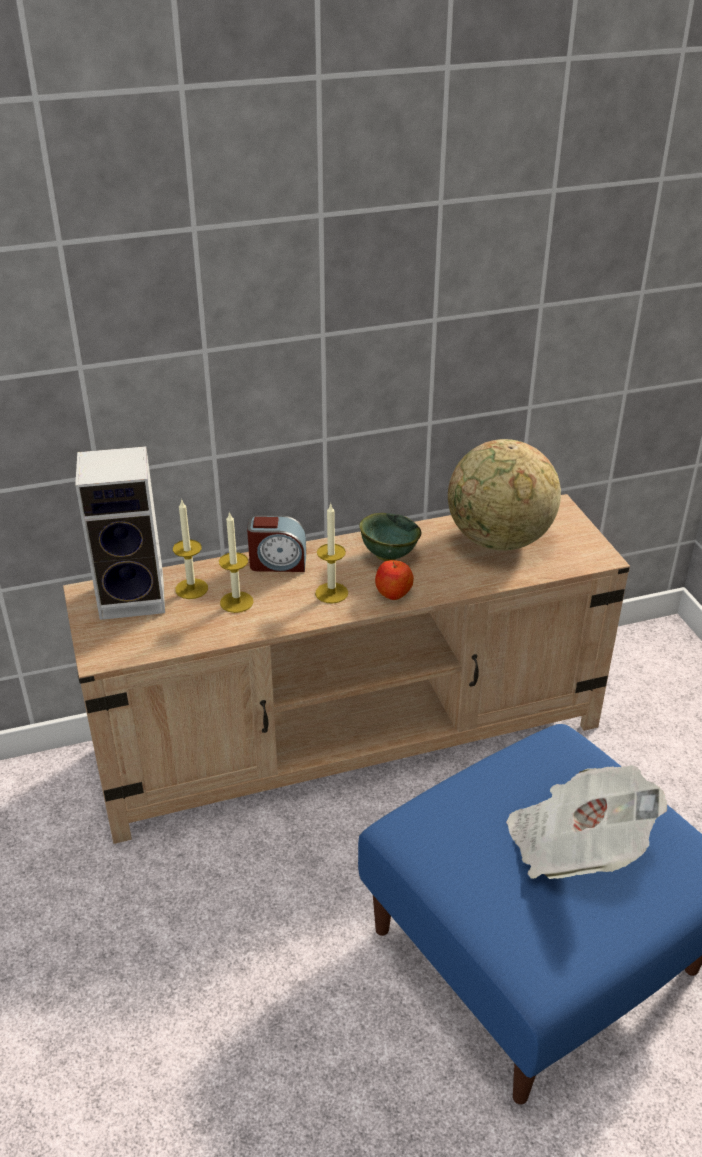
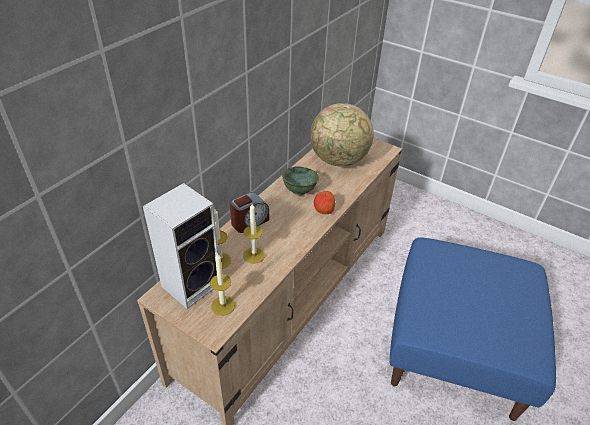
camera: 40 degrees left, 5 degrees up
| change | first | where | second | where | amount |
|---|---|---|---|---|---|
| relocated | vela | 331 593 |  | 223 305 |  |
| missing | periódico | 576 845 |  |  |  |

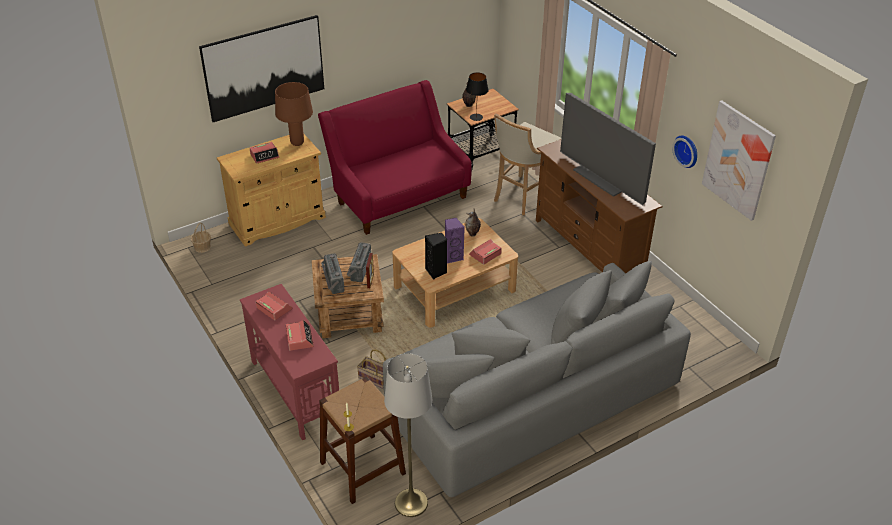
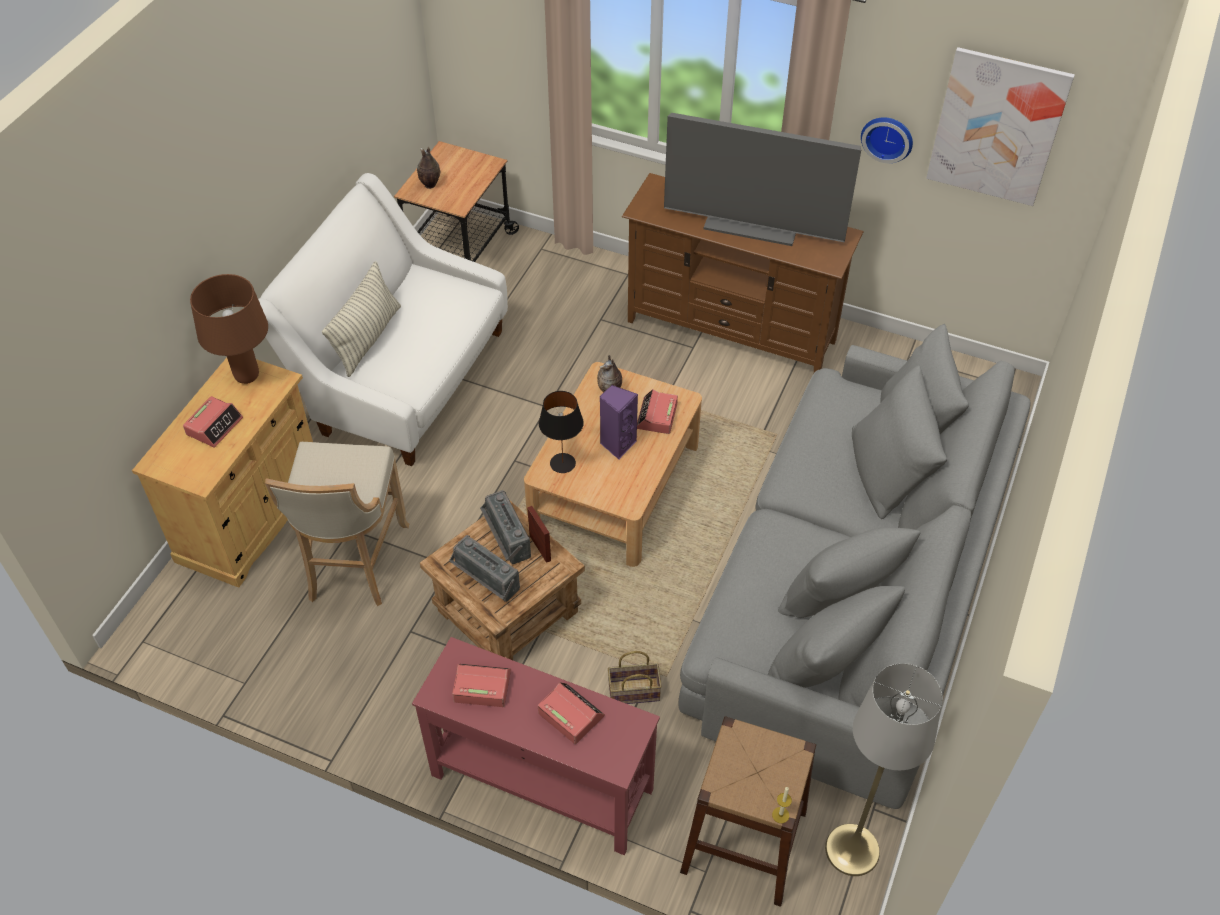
camera: 35 degrees left, 10 degrees up
| change | first | where | second | where | amount |
|---|---|---|---|---|---|
| colour | sofá/rojo | 398 196 | sofá/blanco | 402 378 |  |
| relocated | taburete/beis | 522 197 |  | 354 565 |  |
| appeared |  |  | cojín | 367 338 |  |
| relocated | lámpara de mesa/negro | 476 117 |  | 562 463 |  |
| missing | cesta | 202 247 |  |  |  |
| missing | cuadro | 264 68 |  |  |  |
| missing | altavoz/negro | 436 272 |  |  |  |

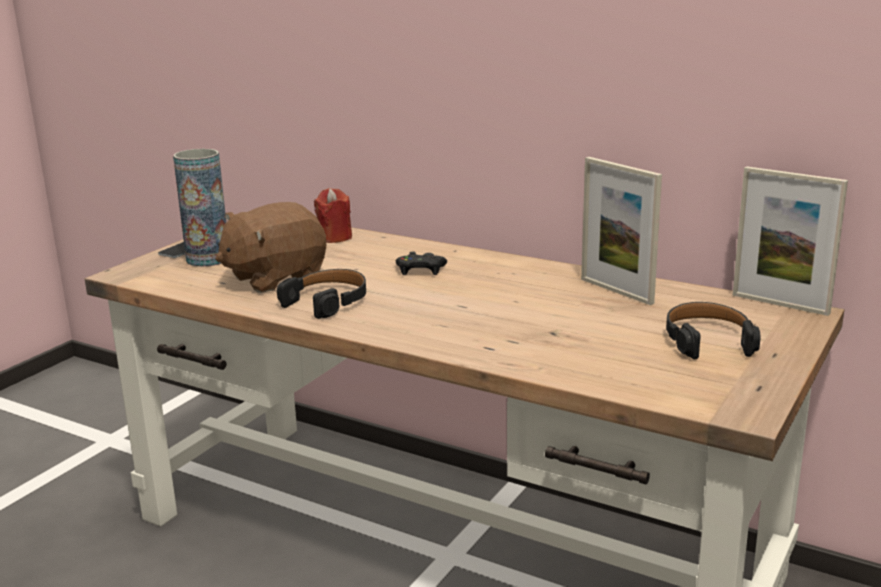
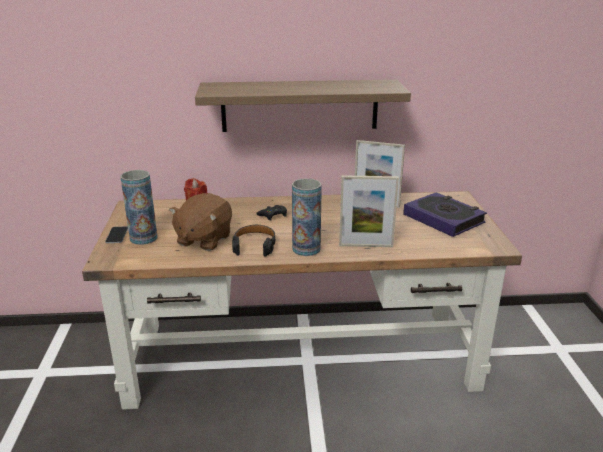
camera: 35 degrees left, 5 degrees up
| change | first | where | second | where | amount |
|---|---|---|---|---|---|
| appeared |  |  | estante | 299 105 |  |
| appeared |  |  | florero | 306 249 |  |
| relocated | portarretratos | 780 304 |  | 366 245 |  |
| exchanged | auriculares/negro | 708 340 | libro | 443 219 |  |

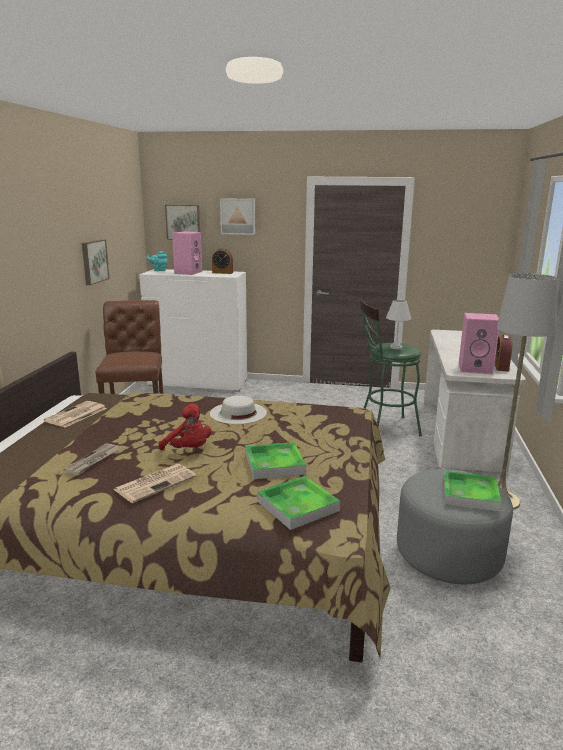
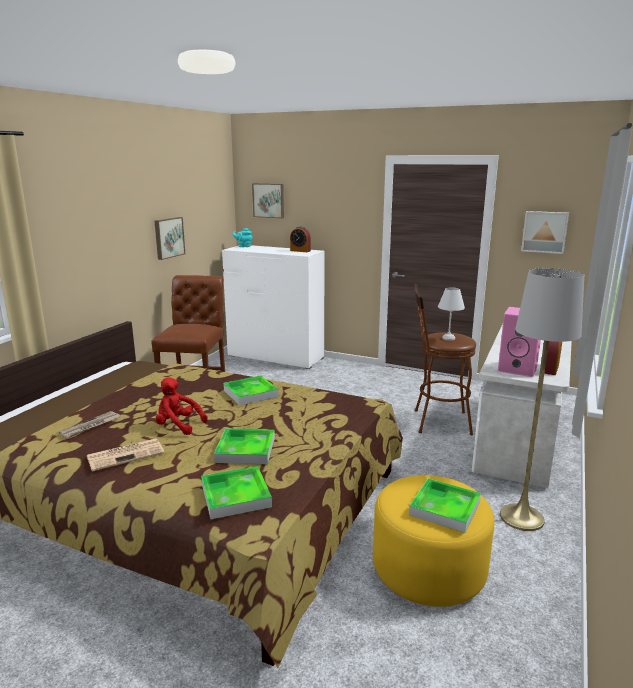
camera: 15 degrees right, 0 degrees up
| change | first | where | second | where | amount |
|---|---|---|---|---|---|
| spun | peluche/rojo | 188 450 |  | 178 426 | 150 degrees clockwise |
| exchanged | sombrero/blanco | 238 413 | bandeja | 250 393 |  |
| colour | puf/gris | 448 554 | puf/amarillo | 428 569 |  |
| colour | taburete/verde | 384 428 | taburete/marrón | 436 422 |  |
| relocated | cuadro | 238 216 |  | 544 232 |  |
| missing | periódico | 76 415 |  |  |  |
| missing | altavoz/rosa | 188 272 |  |  |  |

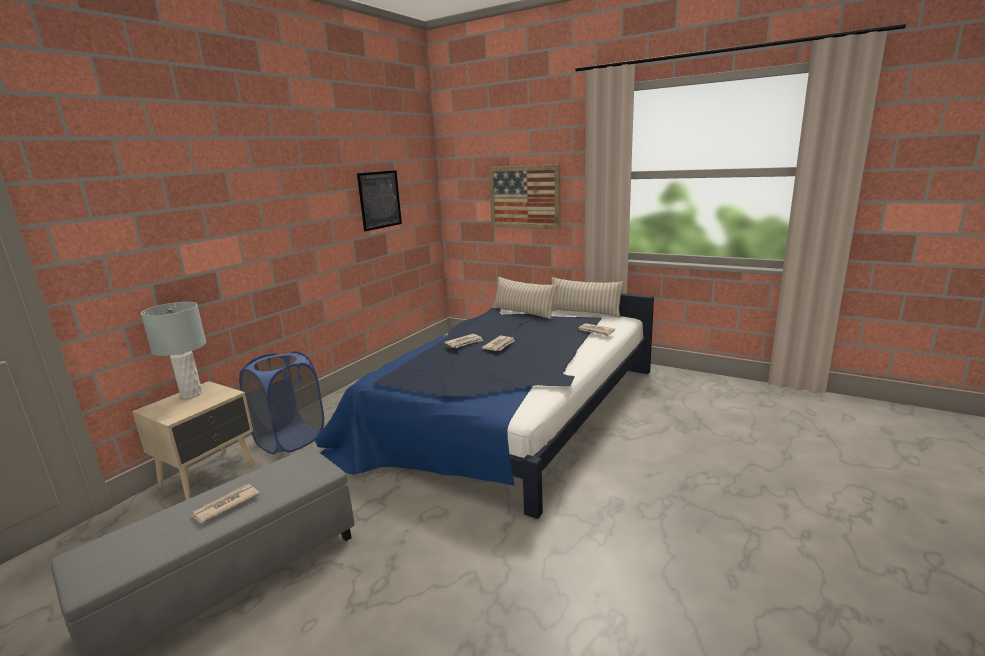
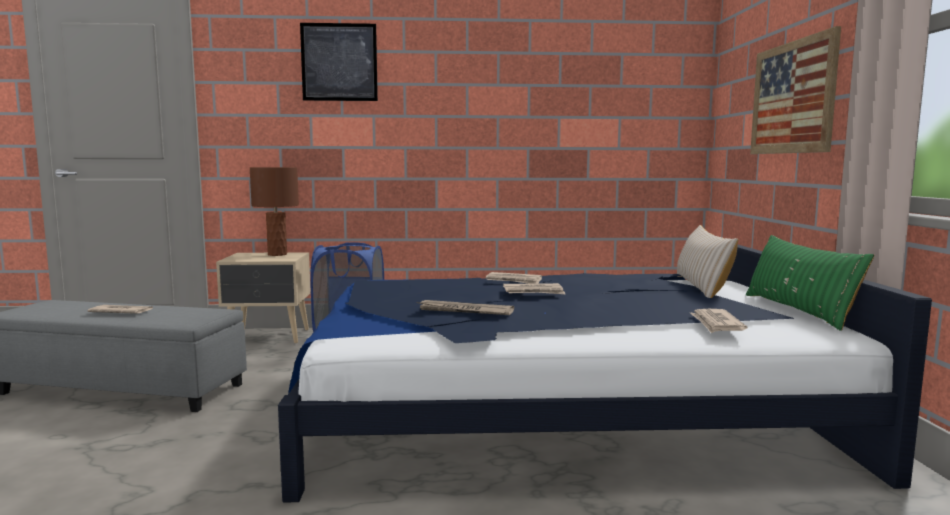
camera: 55 degrees right, 10 degrees down
| change | first | where | second | where | amount |
|---|---|---|---|---|---|
| colour | lámpara de mesa/gris | 192 394 | lámpara de mesa/marrón | 277 254 |  |
| relocated | cuadro | 380 200 |  | 339 62 |  |
| appeared |  |  | periódico | 464 311 |  |
| colour | cojín/beis | 584 313 | cojín/verde | 798 310 |  |

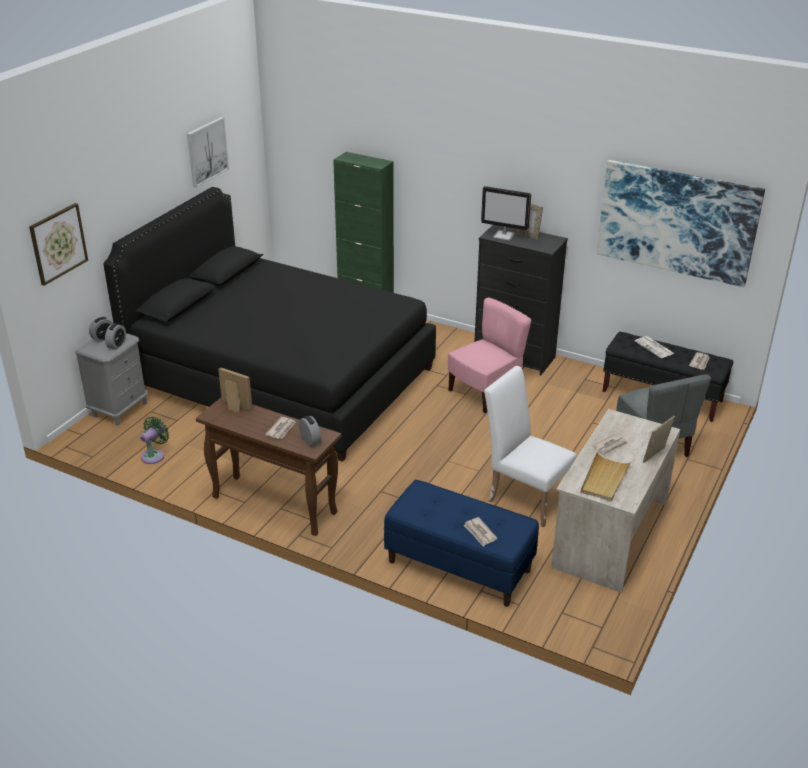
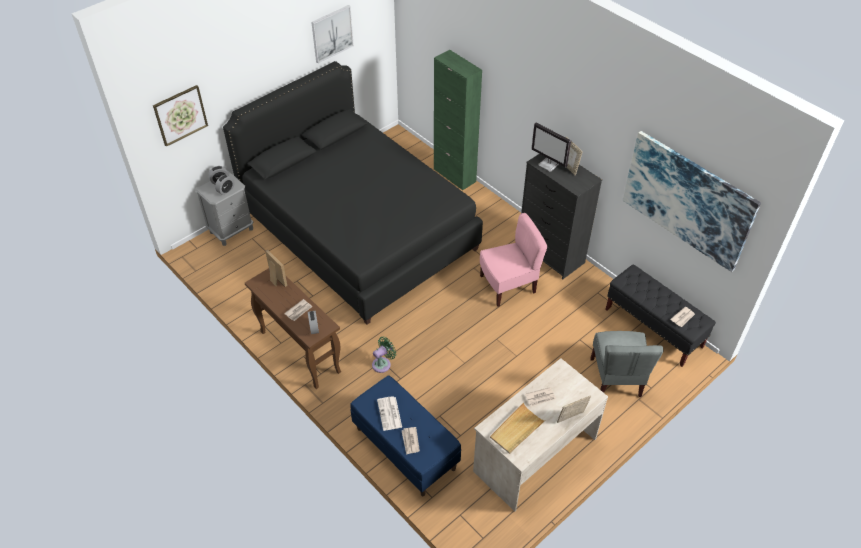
camera: 20 degrees right, 15 degrees up
| change | first | where | second | where | amount |
|---|---|---|---|---|---|
| relocated | ventilador/verde | 154 455 |  | 383 364 |  |
| relocated | periódico | 655 348 |  | 390 414 |  |
| missing | silla/blanco | 524 497 |  |  |  |

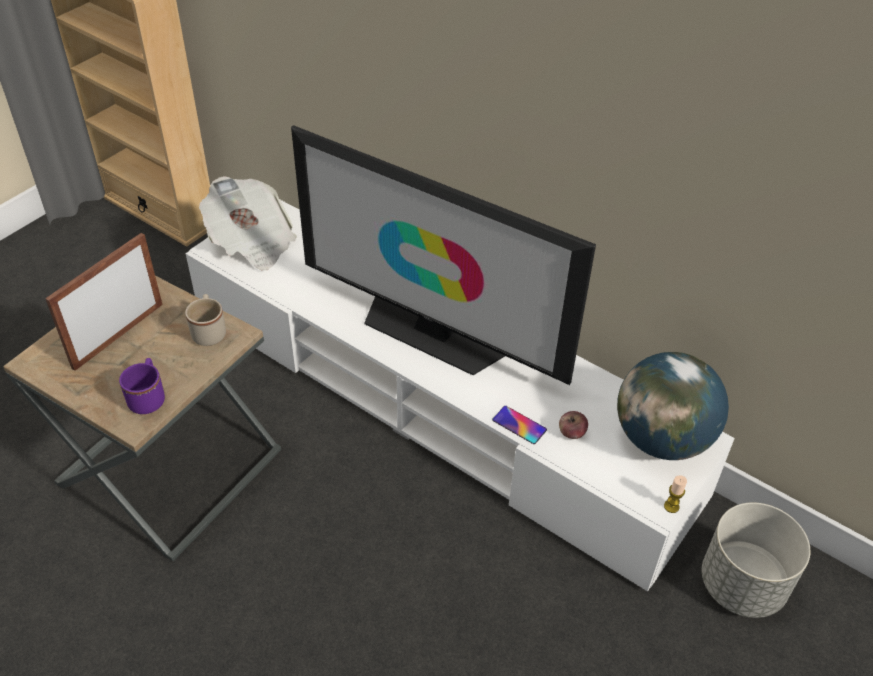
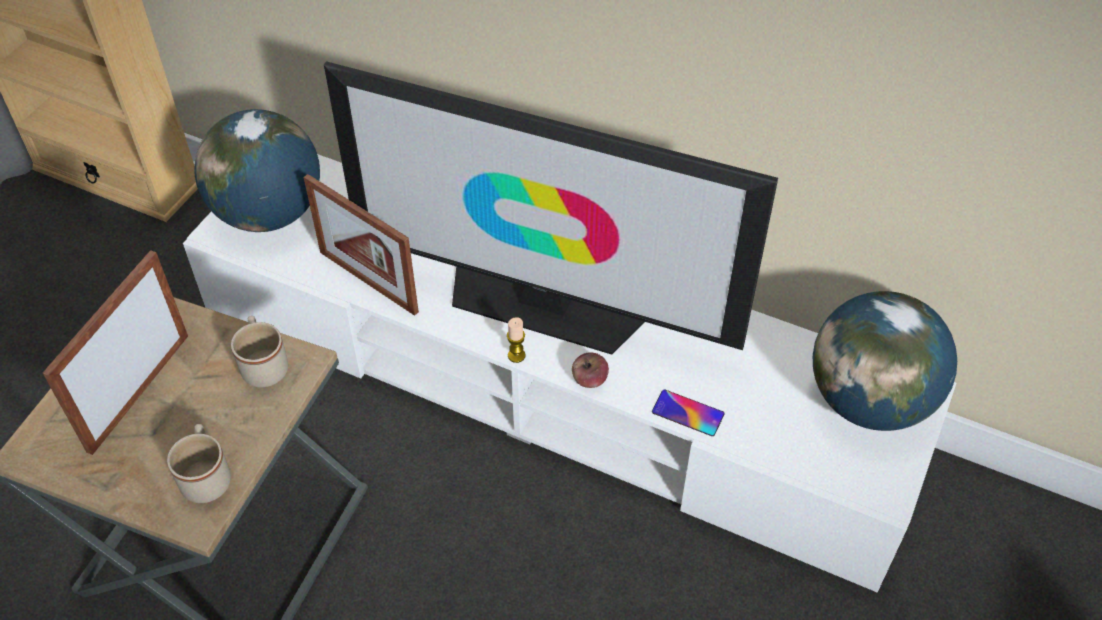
camera: 10 degrees left, 5 degrees up
| change | first | where | second | where | amount |
|---|---|---|---|---|---|
| colour | taza grande/morado | 148 397 | taza grande/beis | 206 476 |  |
| exchanged | periódico | 251 242 | globo terráqueo | 270 213 |  |
| appeared |  |  | portarretratos | 368 281 |  |
| relocated | vela | 671 506 |  | 516 355 |  |
| relocated | manzana | 571 433 |  | 589 380 |  |
| missing | maceta/gris | 742 585 |  |  |  |

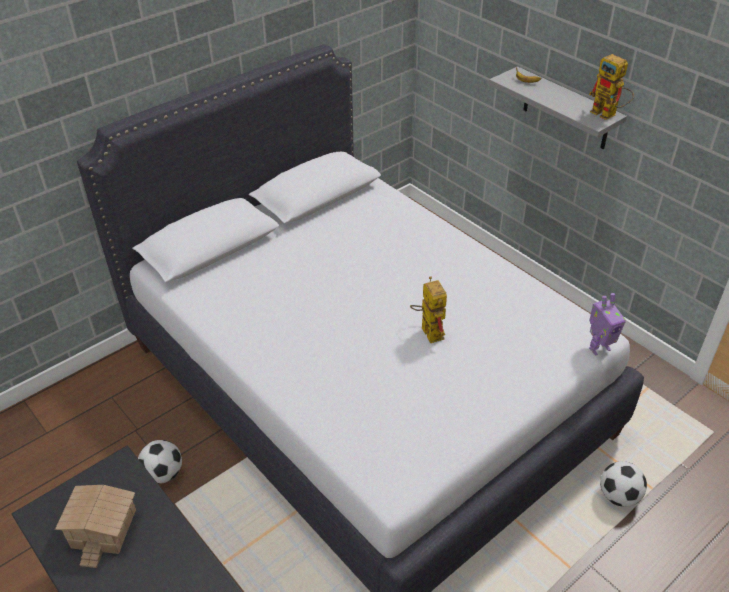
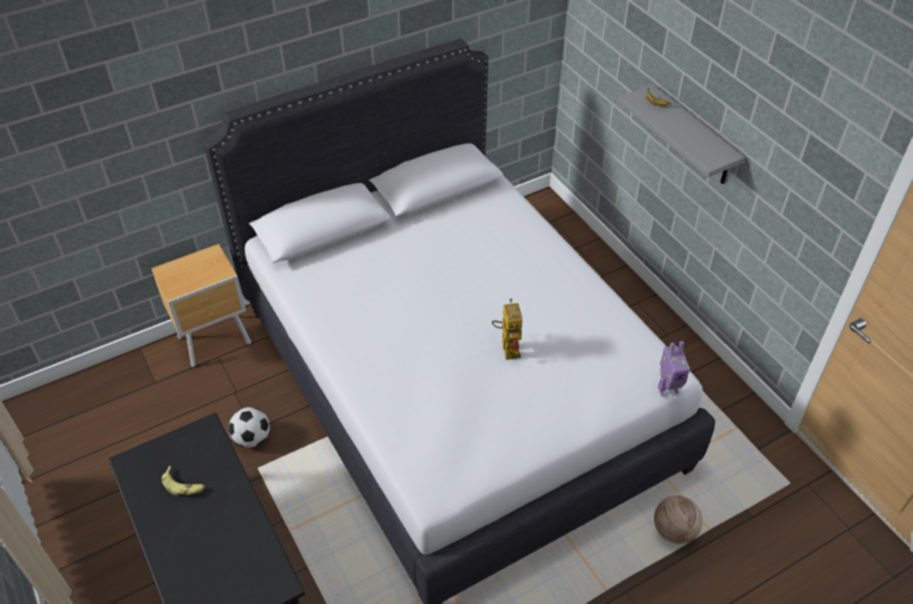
camera: 10 degrees right, 5 degrees up
| change | first | where | second | where | amount |
|---|---|---|---|---|---|
| appeared |  |  | mesita de noche/marrón | 216 341 |  |
| exchanged | casita | 105 529 | plátano | 184 485 |  |
| exchanged | balón de fútbol | 619 496 | balón de baloncesto | 674 531 |  |
| missing | robot de juguete | 608 114 |  |  |  |

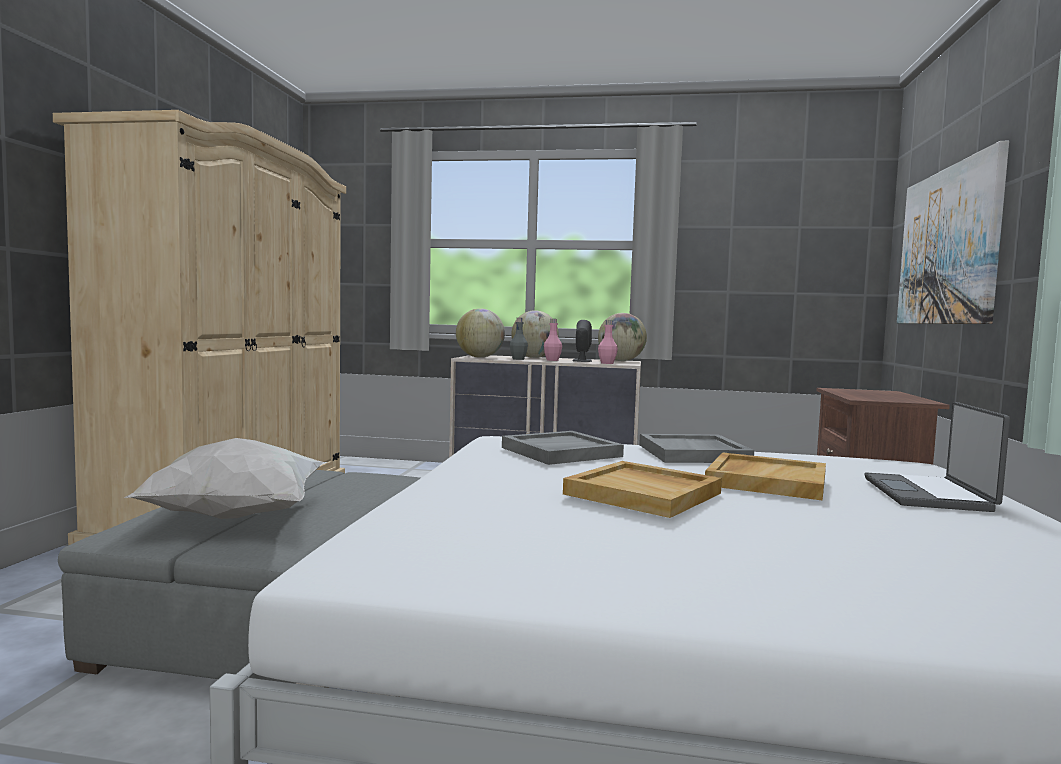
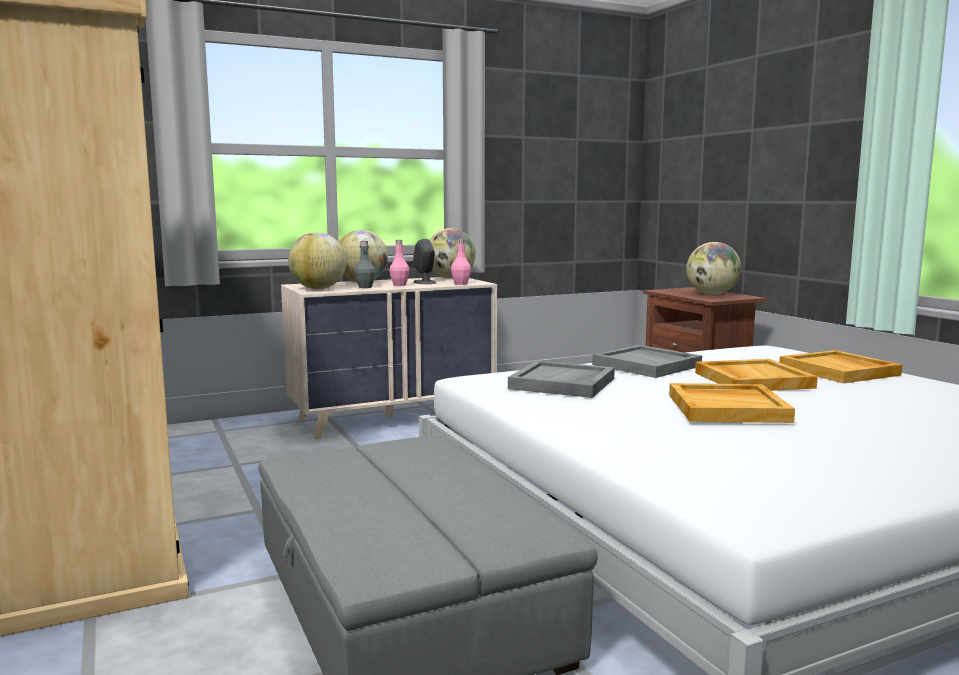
camera: 35 degrees left, 5 degrees up
| change | first | where | second | where | amount |
|---|---|---|---|---|---|
| appeared |  |  | globo terráqueo | 712 294 |  |
| exchanged | portátil | 929 495 | bandeja/beis | 839 371 |  |
| missing | cojín/blanco | 239 516 |  |  |  |
| missing | cuadro | 948 246 |  |  |  |

